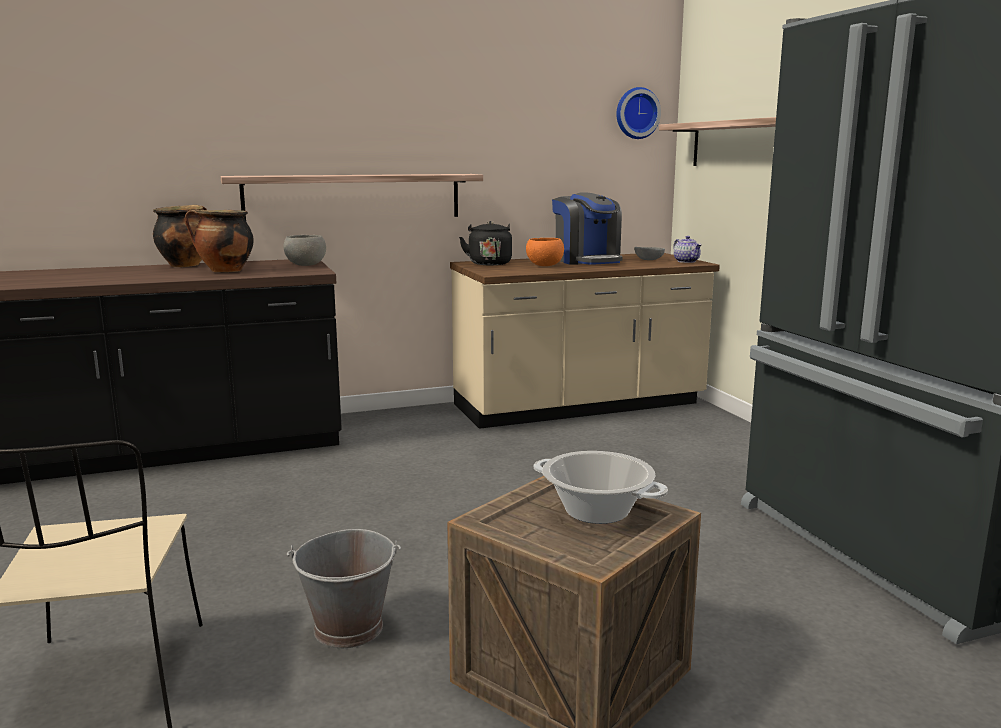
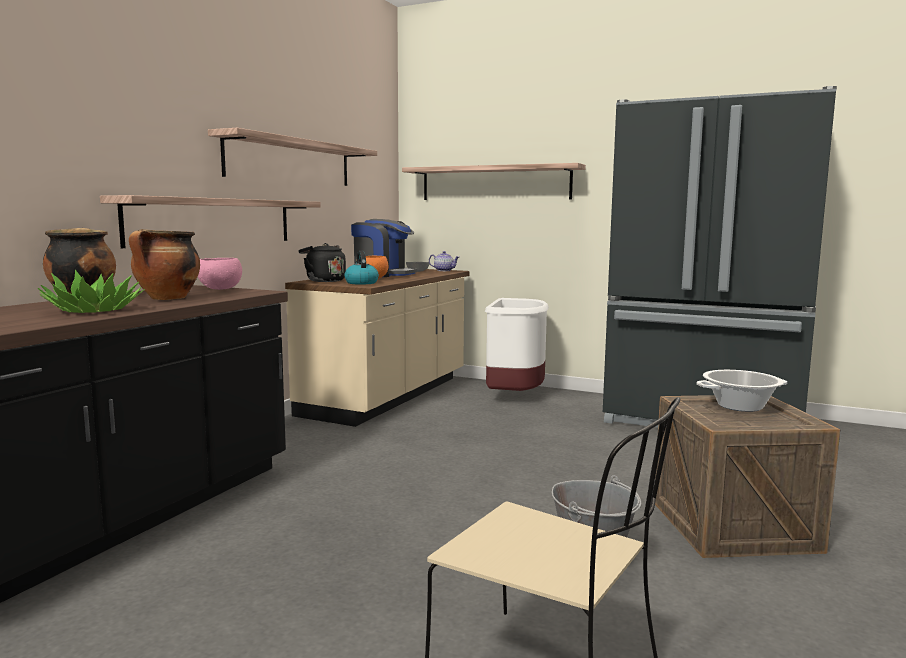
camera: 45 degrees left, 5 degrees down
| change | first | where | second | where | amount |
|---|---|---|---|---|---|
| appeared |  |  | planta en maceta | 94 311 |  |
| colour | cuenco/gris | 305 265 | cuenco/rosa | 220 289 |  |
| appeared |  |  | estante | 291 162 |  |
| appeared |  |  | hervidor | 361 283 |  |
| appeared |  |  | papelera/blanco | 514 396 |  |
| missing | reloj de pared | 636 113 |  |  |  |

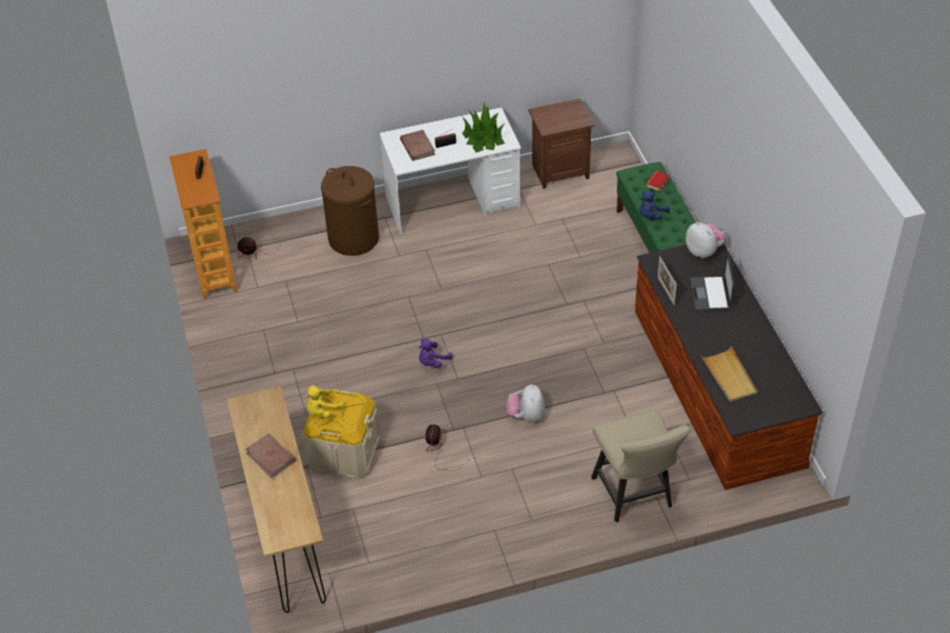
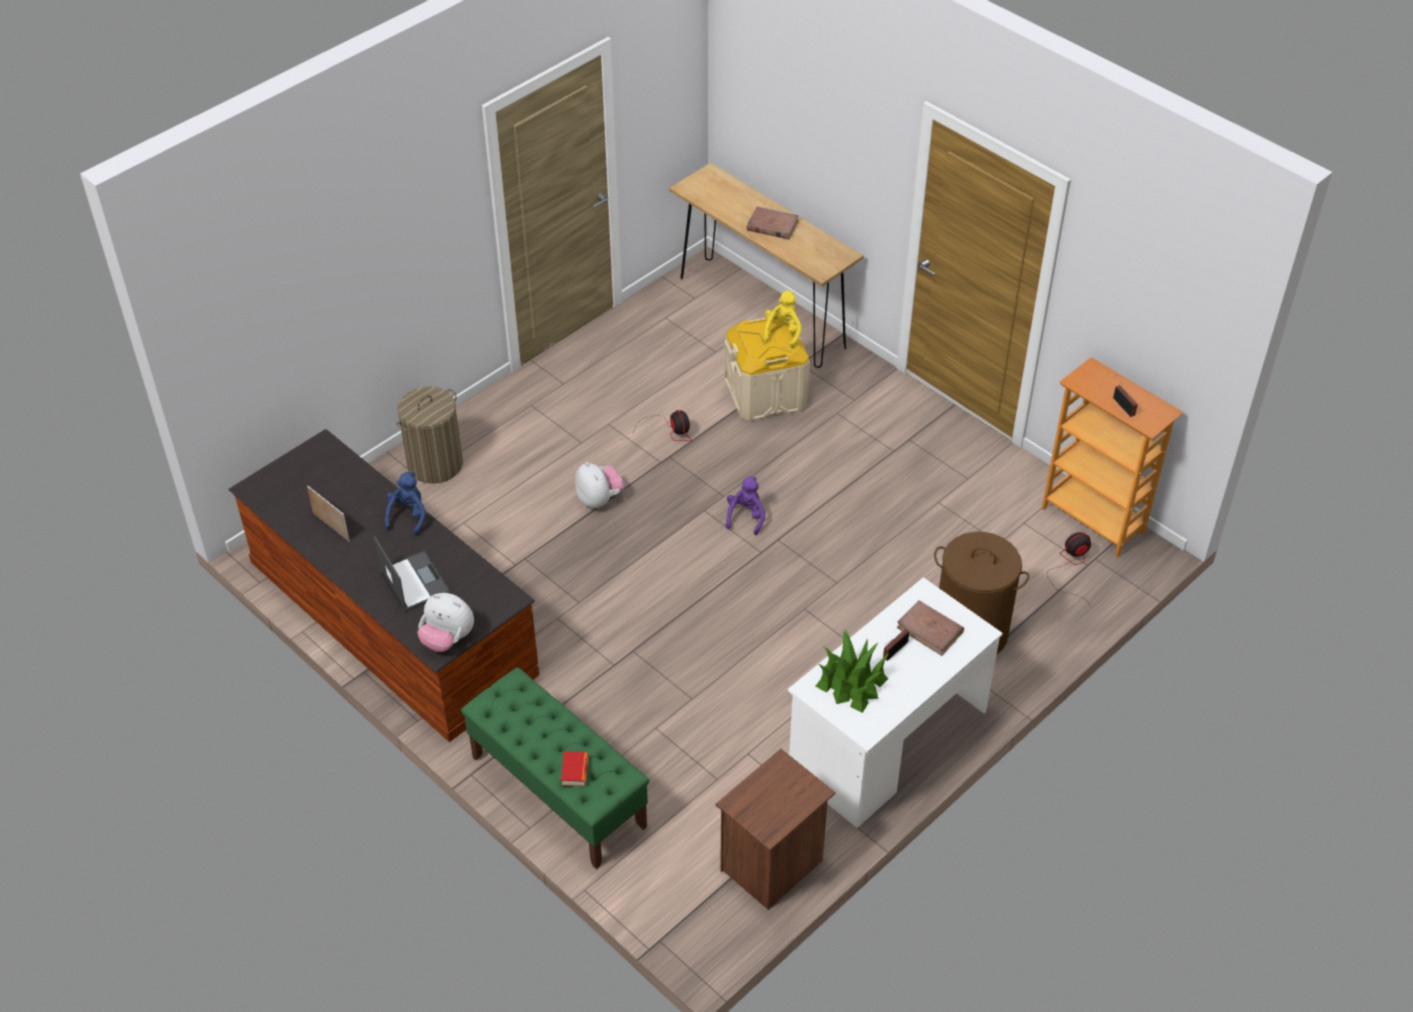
camera: 150 degrees right, 0 degrees up
| change | first | where | second | where | amount |
|---|---|---|---|---|---|
| relocated | portarretratos | 665 291 |  | 331 527 |  |
| relocated | peluche/azul | 650 215 |  | 408 516 |  |
| exchanged | silla/beis | 635 496 | cesto de la ropa | 435 464 |  |
| missing | bandeja/beis | 729 376 |  |  |  |

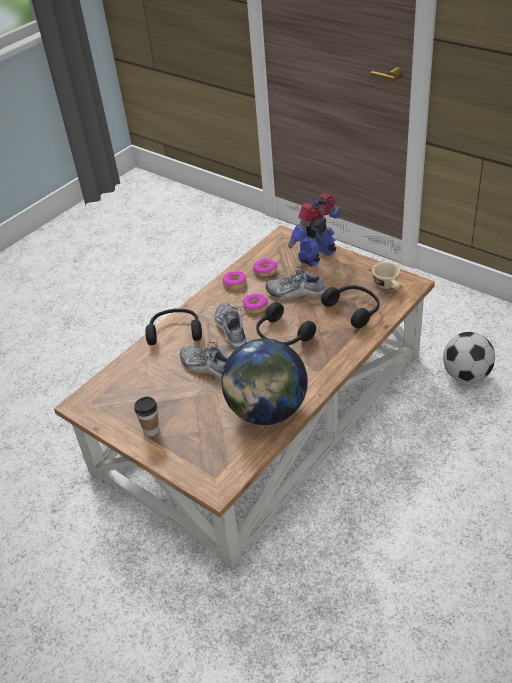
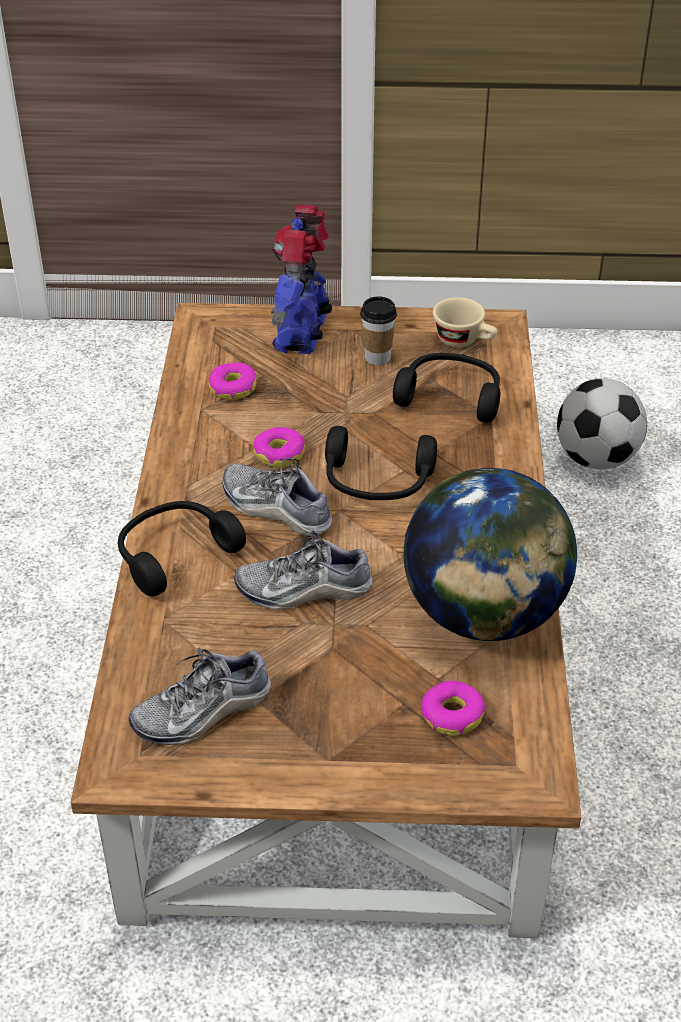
camera: 40 degrees left, 0 degrees up
| change | first | where | second | where | amount |
|---|---|---|---|---|---|
| relocated | zapato | 295 292 |  | 202 711 |  |
| relocated | taza | 151 430 |  | 377 358 |  |
| relocated | rosquilla | 235 283 |  | 451 715 |  |

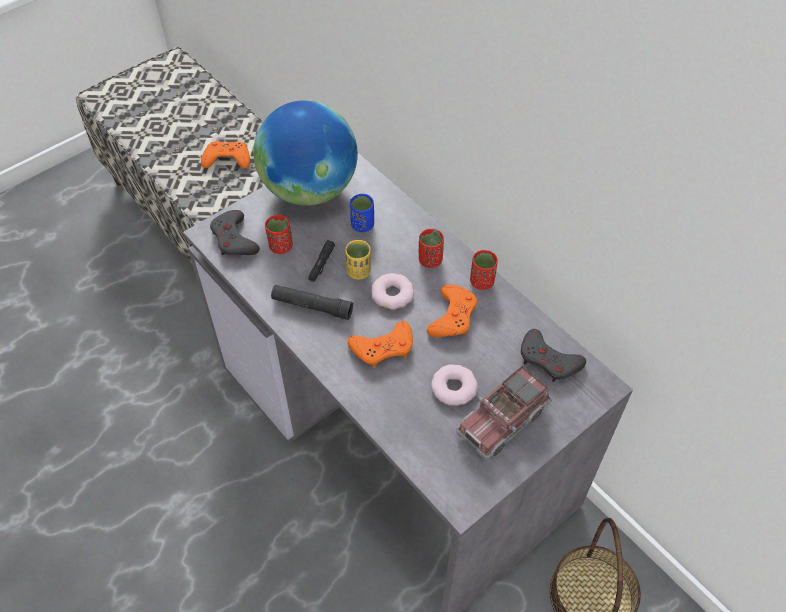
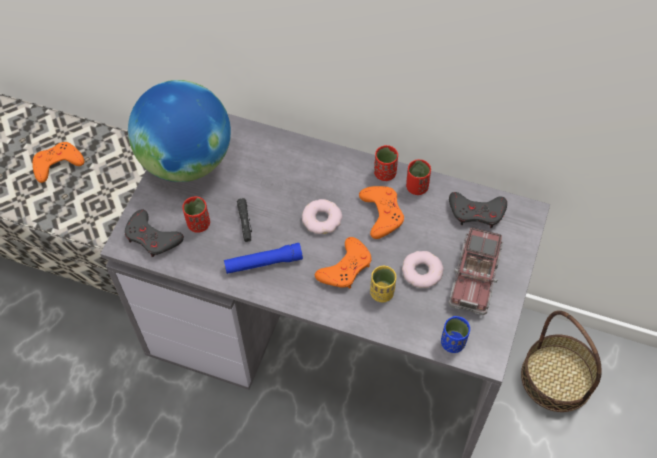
camera: 30 degrees left, 5 degrees up
| change | first | where | second | where | amount |
|---|---|---|---|---|---|
| colour | linterna/negro | 312 306 | linterna/azul | 263 263 |  |
| relocated | taza/amarillo | 358 271 |  | 382 293 |  |
| relocated | taza/rojo | 430 260 |  | 417 187 |  |
| relocated | taza/azul | 362 225 |  | 453 342 |  |

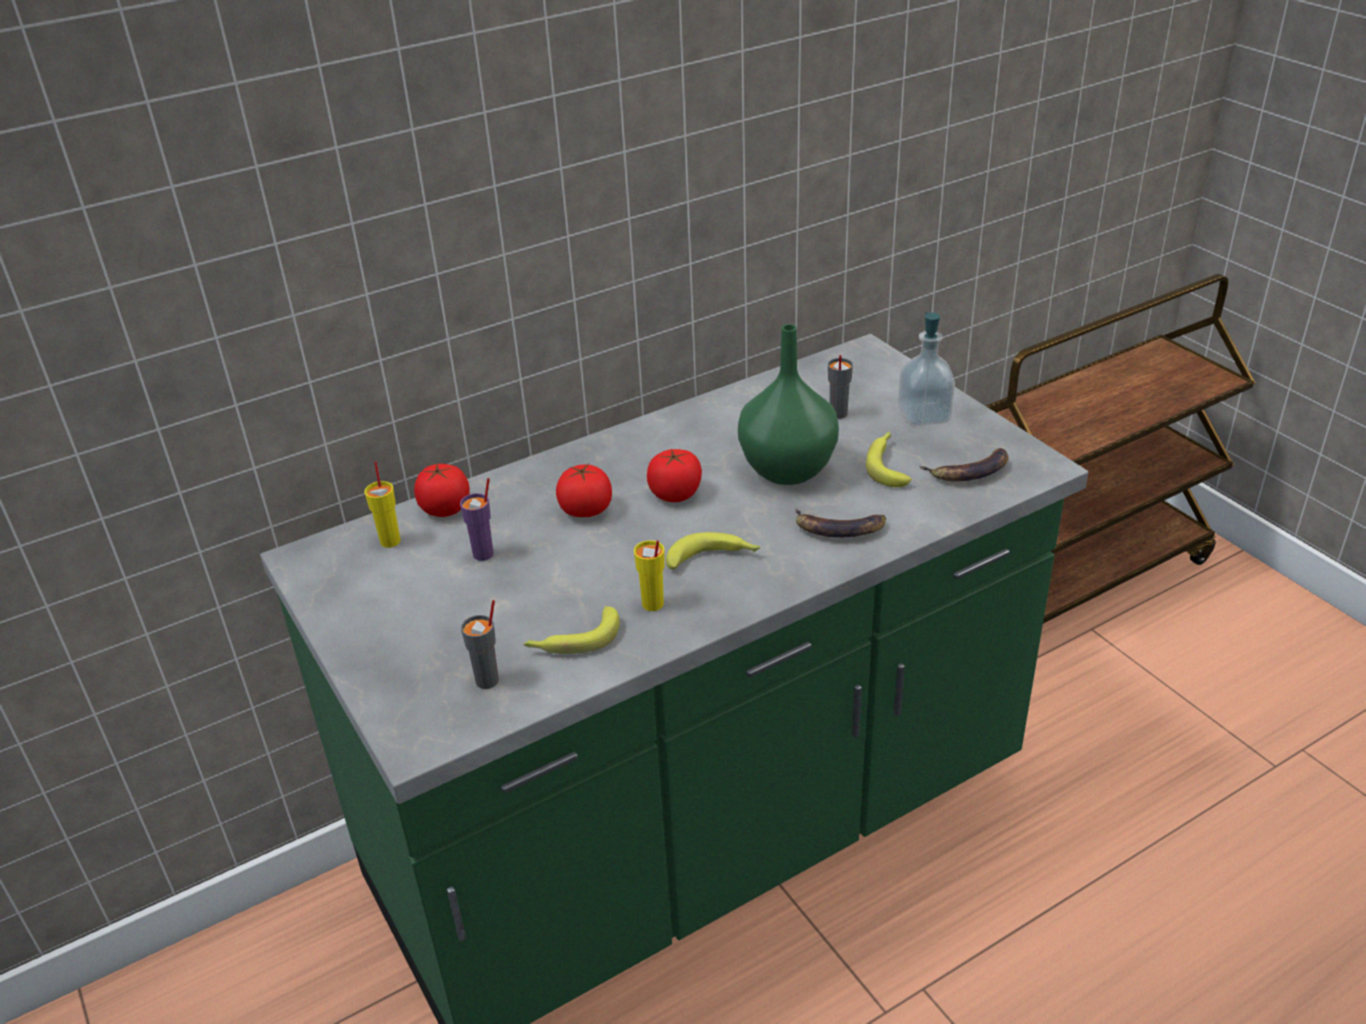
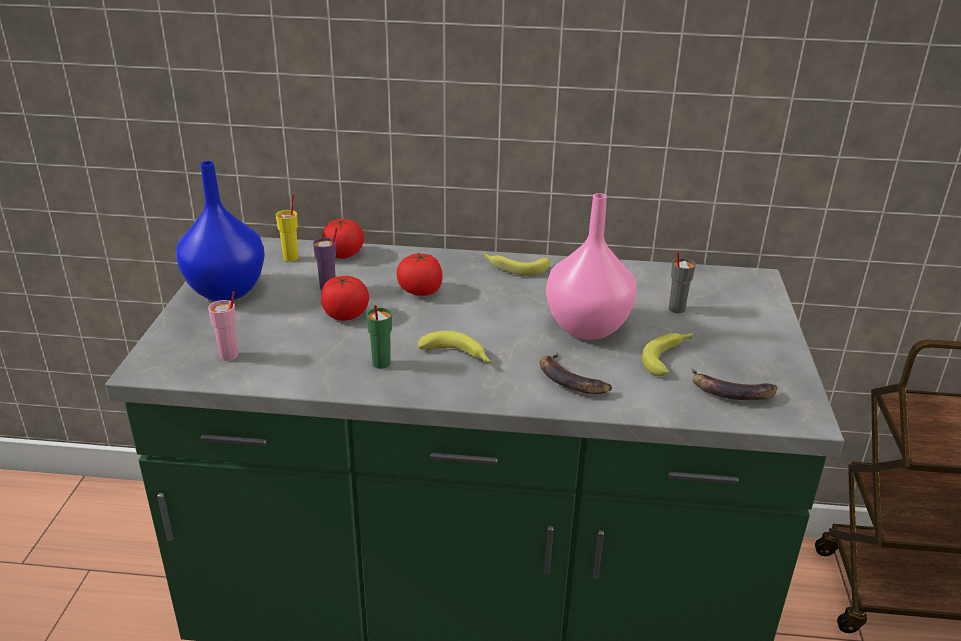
camera: 35 degrees right, 5 degrees down
| change | first | where | second | where | amount |
|---|---|---|---|---|---|
| appeared |  |  | florero/azul | 227 291 |  |
| colour | taza/gris | 488 680 | taza/rosa | 229 356 |  |
| relocated | tomate | 675 494 |  | 345 314 |  |
| colour | taza/amarillo | 652 604 | taza/verde | 381 363 |  |
| relocated | plátano | 573 640 |  | 513 267 |  |
| colour | florero/verde | 789 469 | florero/rosa | 589 327 |  |
| missing | dispensador de jabón | 924 415 |  |  |  |

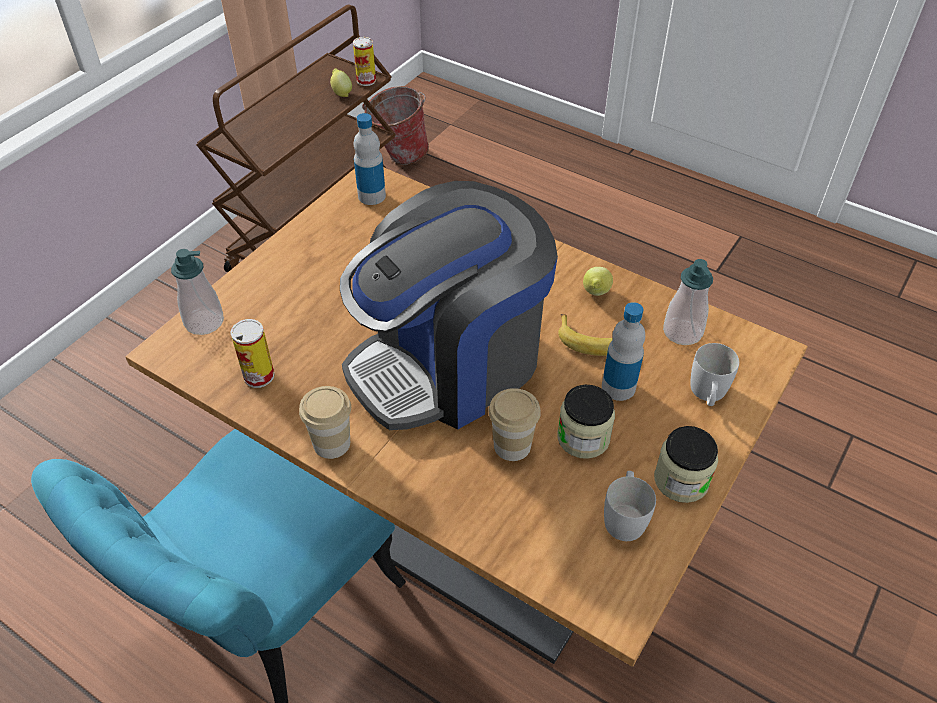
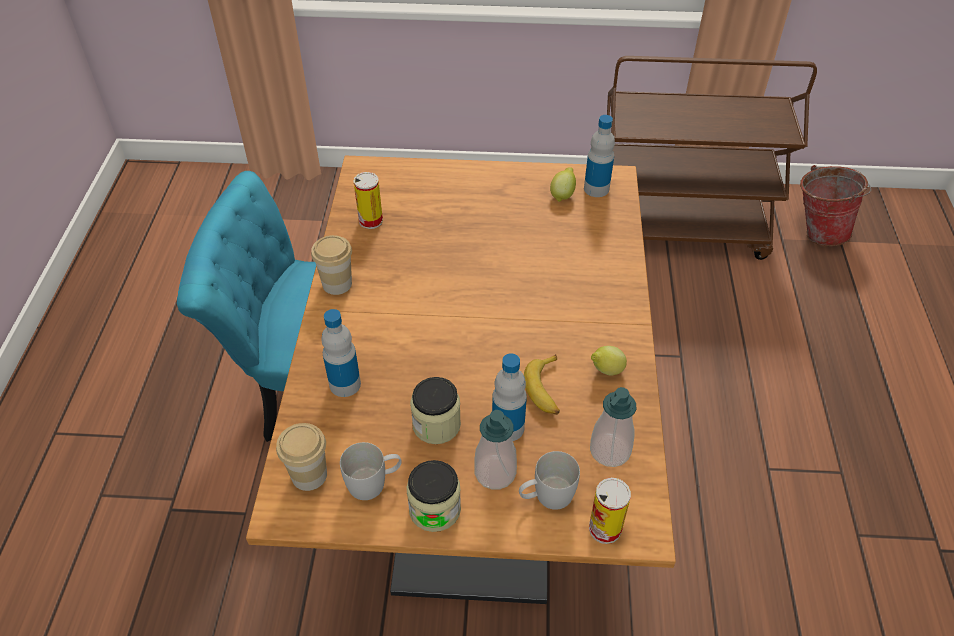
camera: 60 degrees right, 0 degrees up
| change | first | where | second | where | amount |
|---|---|---|---|---|---|
| relocated | taza | 512 445 |  | 309 475 |  |
| appeared |  |  | botella | 345 384 |  |
| relocated | dispensador de jabón | 204 322 |  | 495 472 |  |
| relocated | limón | 341 93 |  | 562 195 |  |
| relocated | lata | 366 80 |  | 605 529 |  |
| missing | cafetera | 449 363 |  |  |  |

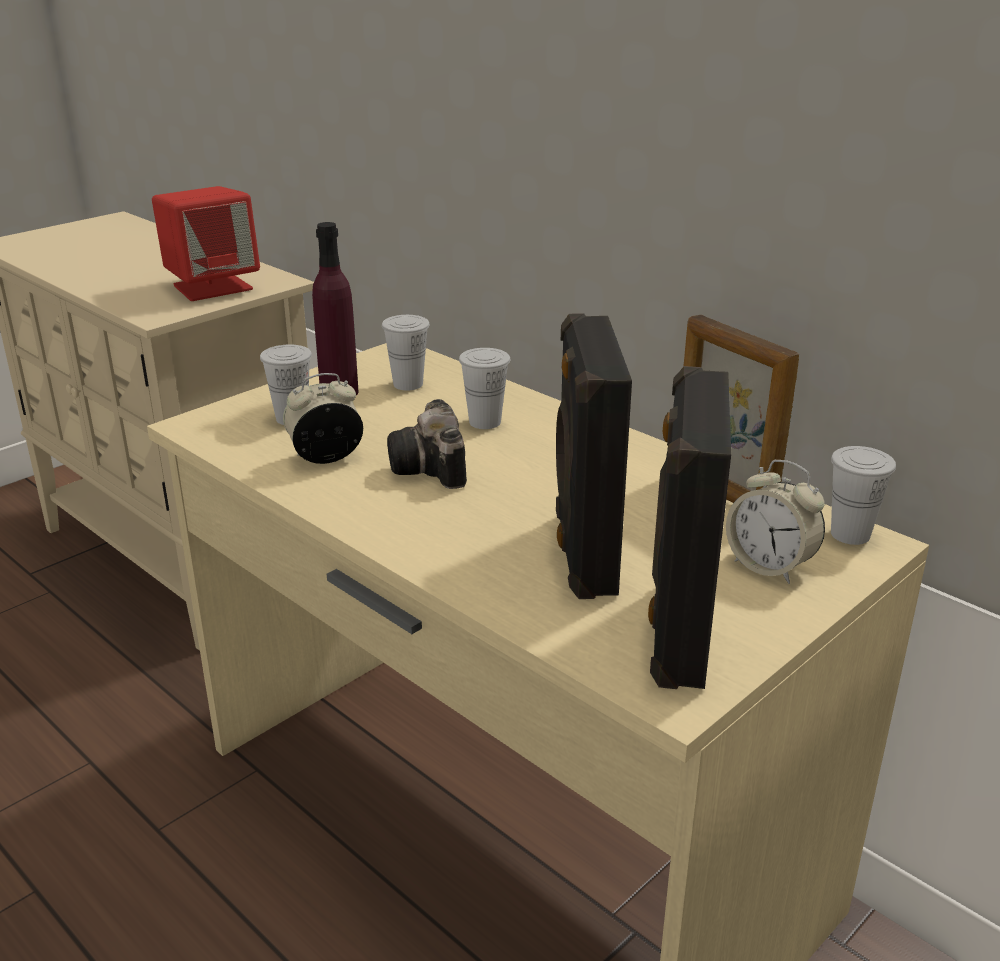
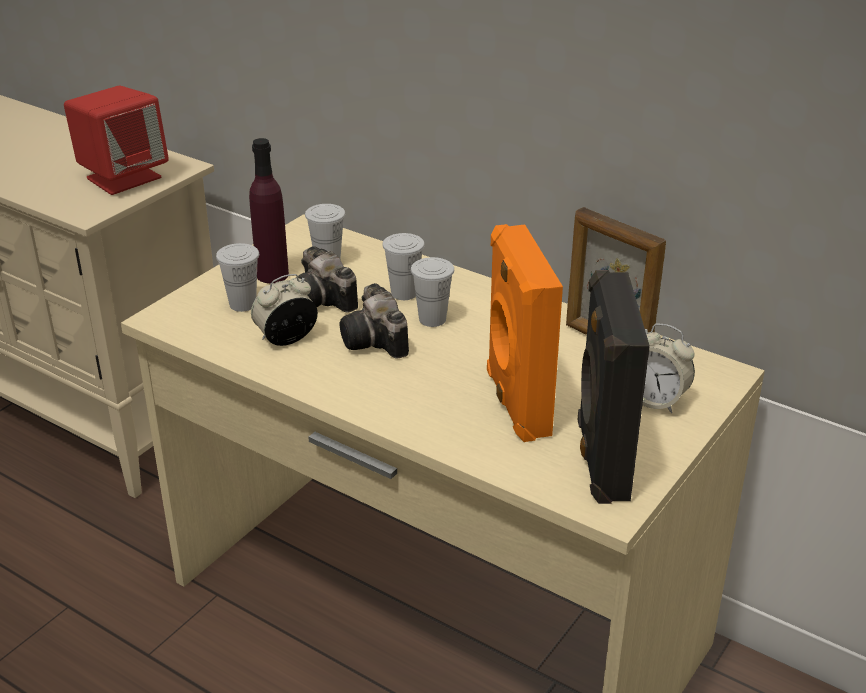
camera: 10 degrees left, 5 degrees up
| change | first | where | second | where | amount |
|---|---|---|---|---|---|
| appeared |  |  | cámara | 324 300 |  |
| relocated | taza/blanco | 850 534 |  | 432 319 |  |
| colour | altavoz/negro | 582 552 | altavoz/naranja | 515 403 |  |

